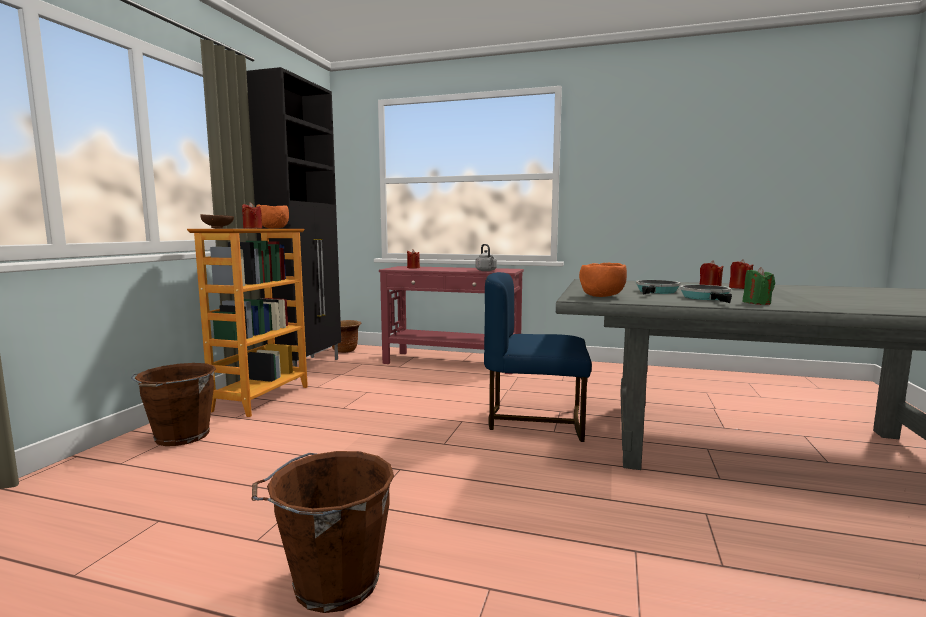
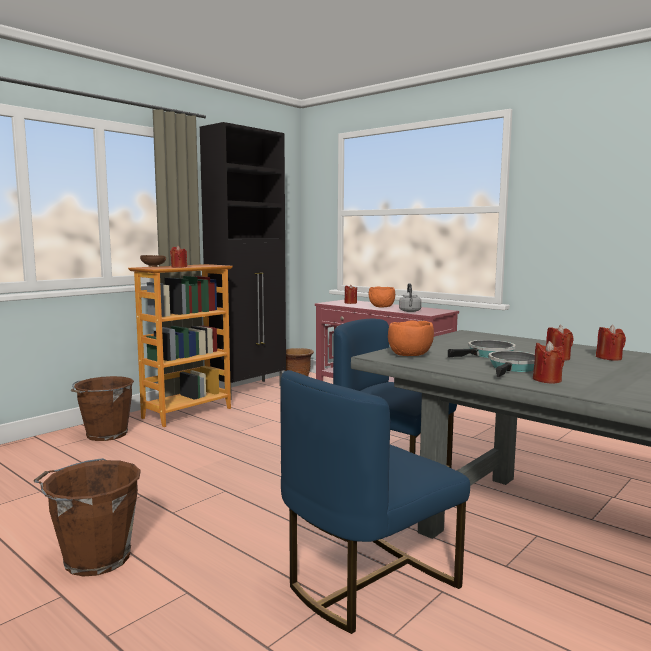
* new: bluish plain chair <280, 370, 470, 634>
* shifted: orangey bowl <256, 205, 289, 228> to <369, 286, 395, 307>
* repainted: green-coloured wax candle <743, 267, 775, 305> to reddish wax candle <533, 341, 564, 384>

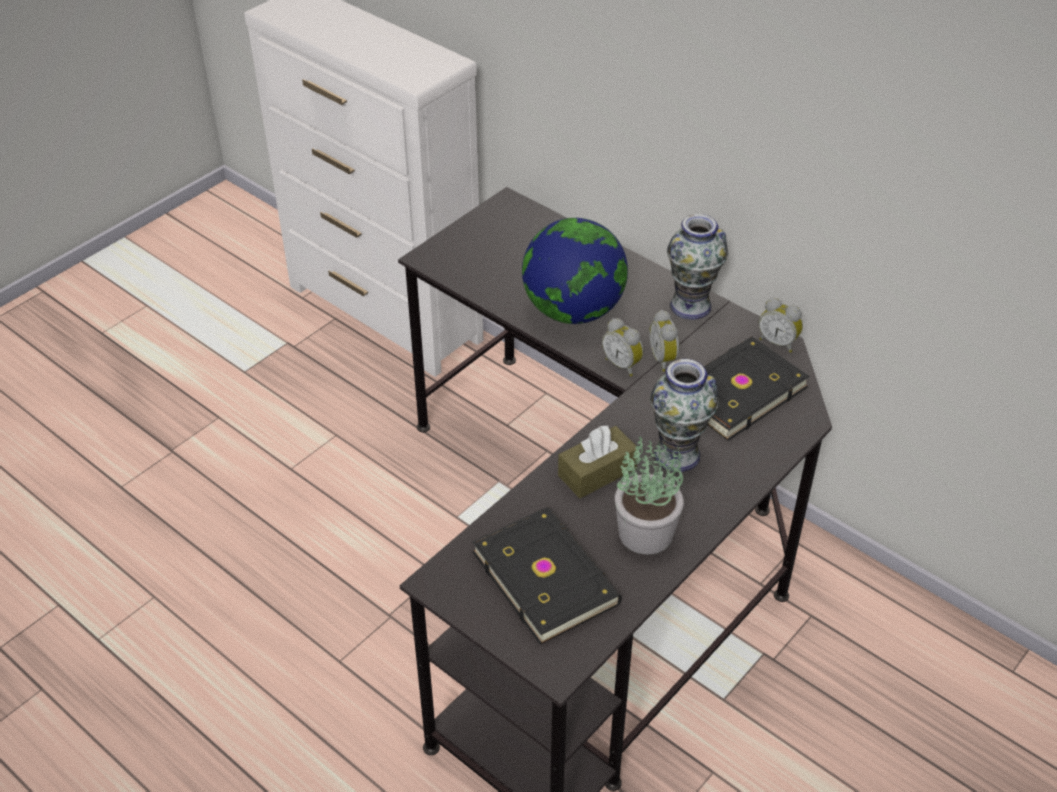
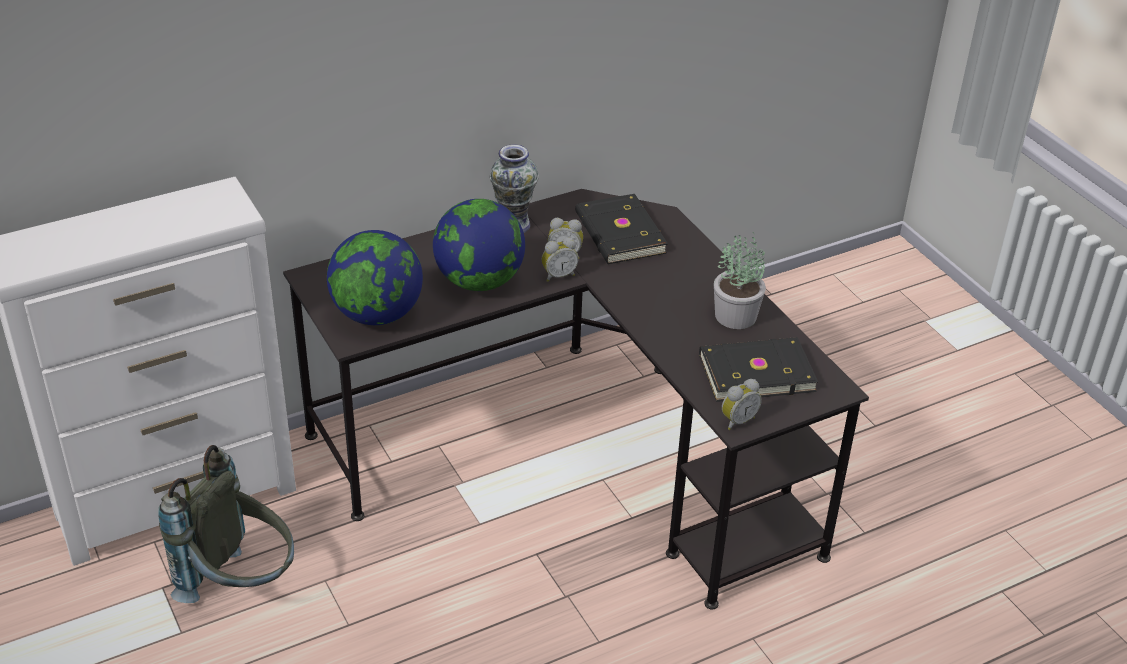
* gone: brown-coloured box of tissues <558, 425, 637, 498>
* gone: decorative vase <650, 359, 719, 472>
* new: grey knapsack <158, 445, 294, 603>
* new: desk globe <327, 230, 423, 325>
* shifted: table clock <759, 298, 803, 353> to <722, 379, 762, 430>

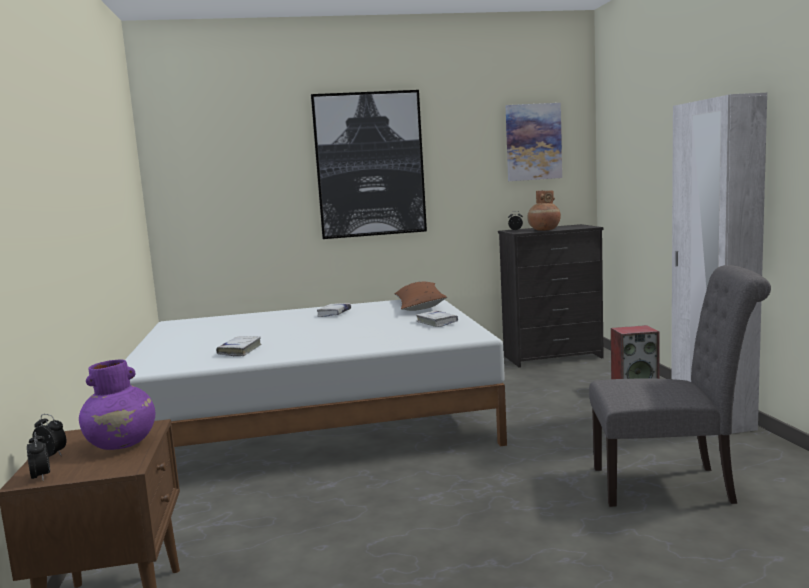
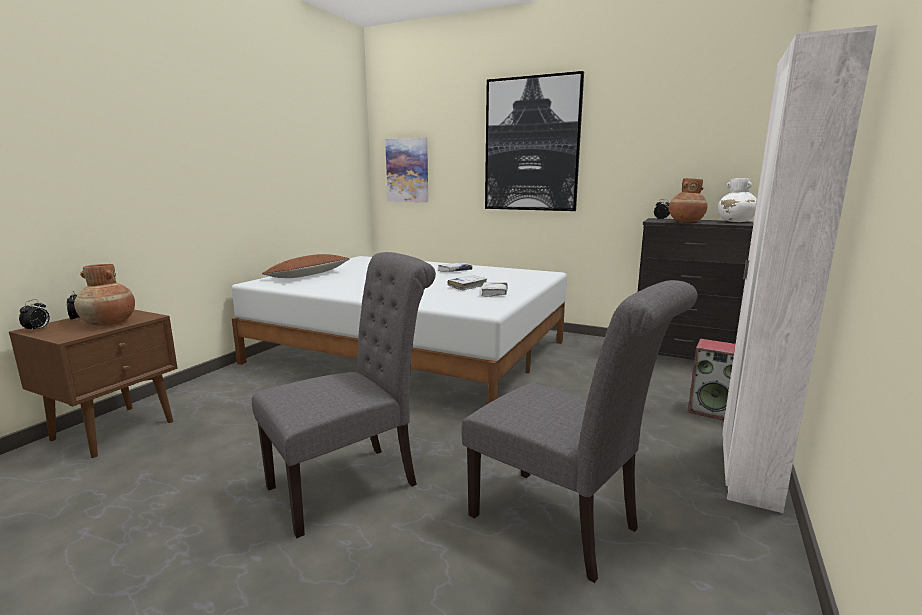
* new: grey plain chair <252, 252, 436, 538>
* new: white-coloured decorative vase <718, 178, 757, 222>
* shifted: white-coloured volume <216, 336, 262, 356> to <448, 275, 487, 291>
* shifted: brown-coloured cushion <395, 282, 447, 311> to <262, 254, 350, 278>
* shifted: wall picture <506, 103, 562, 181> to <385, 137, 428, 202>
* repainted: purple decorative vase <79, 359, 155, 450> to brown-coloured decorative vase <74, 264, 135, 326>

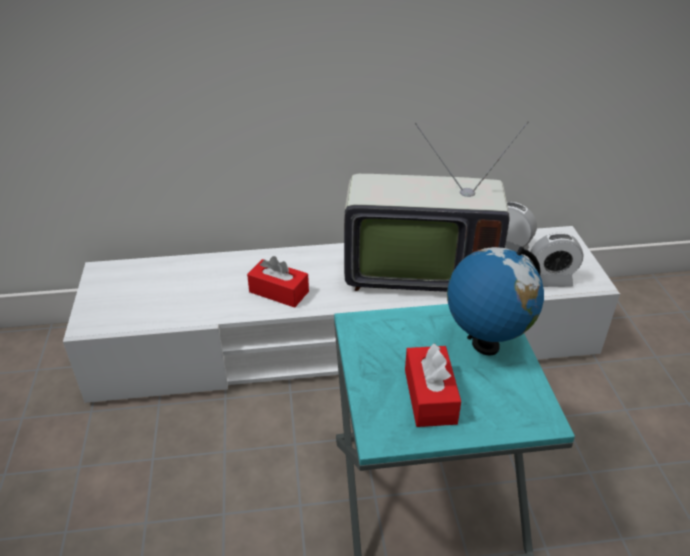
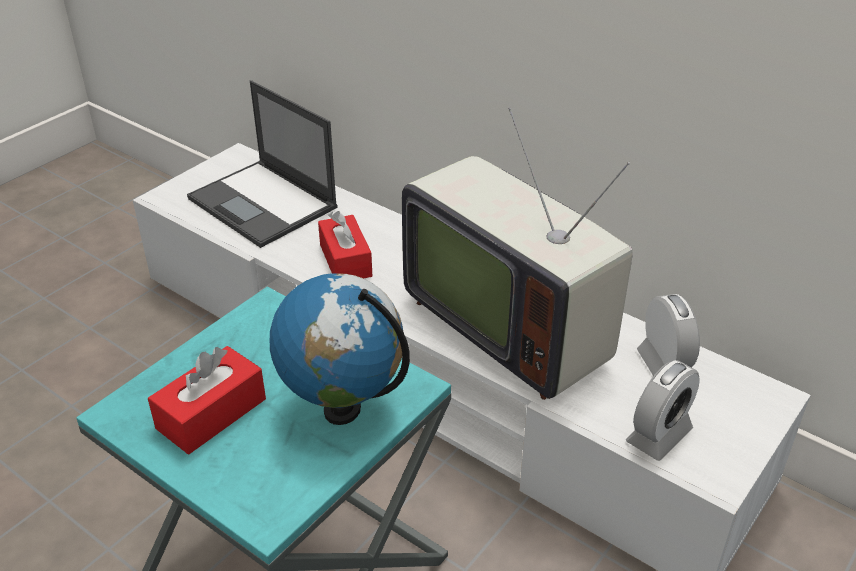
* new: portable computer <187, 80, 338, 248>
* rotated: table clock <529, 233, 584, 287> = <626, 360, 700, 461> 90 degrees counterclockwise

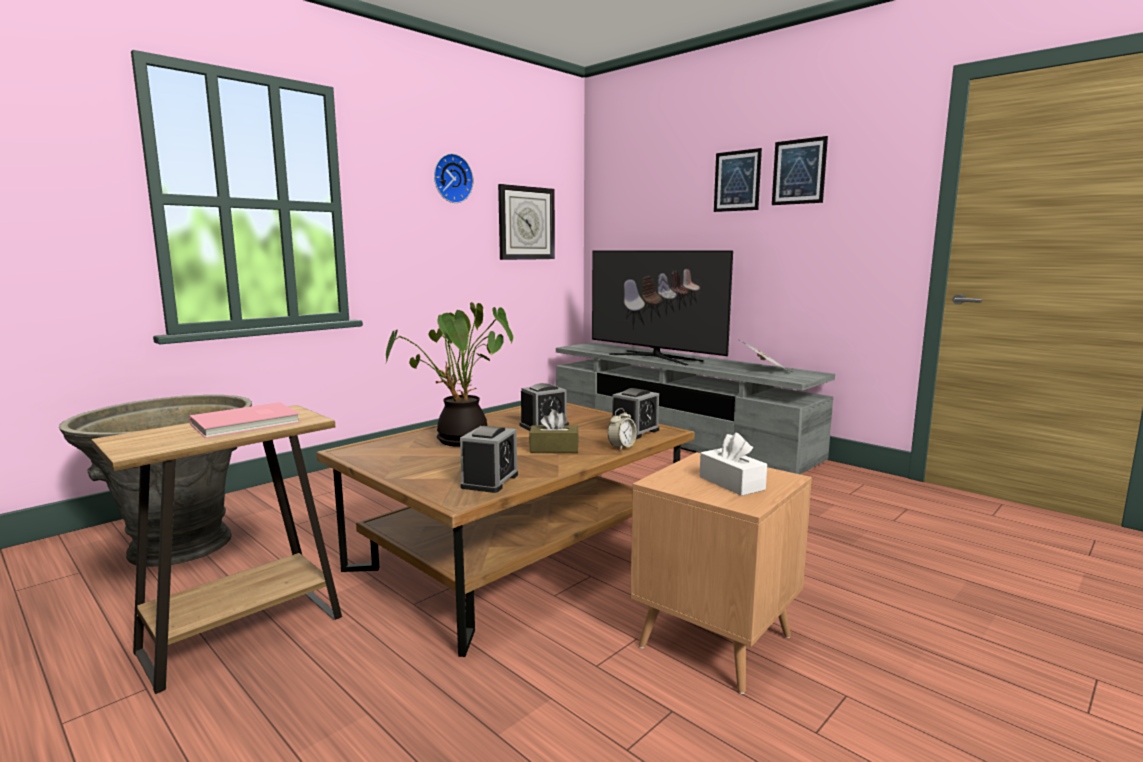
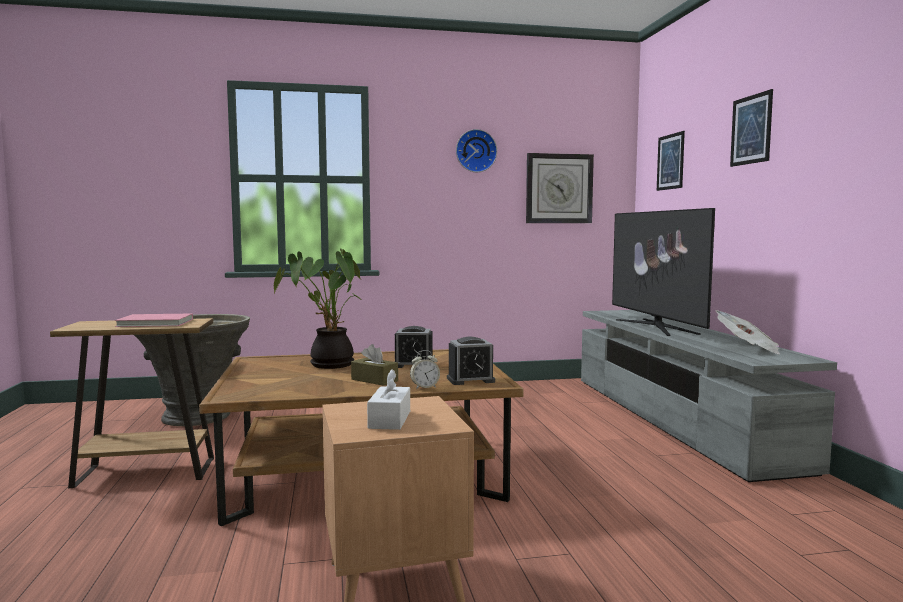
* gone: table clock <460, 426, 518, 493>
* shifted: wall picture <772, 136, 828, 205> to <657, 131, 685, 191>

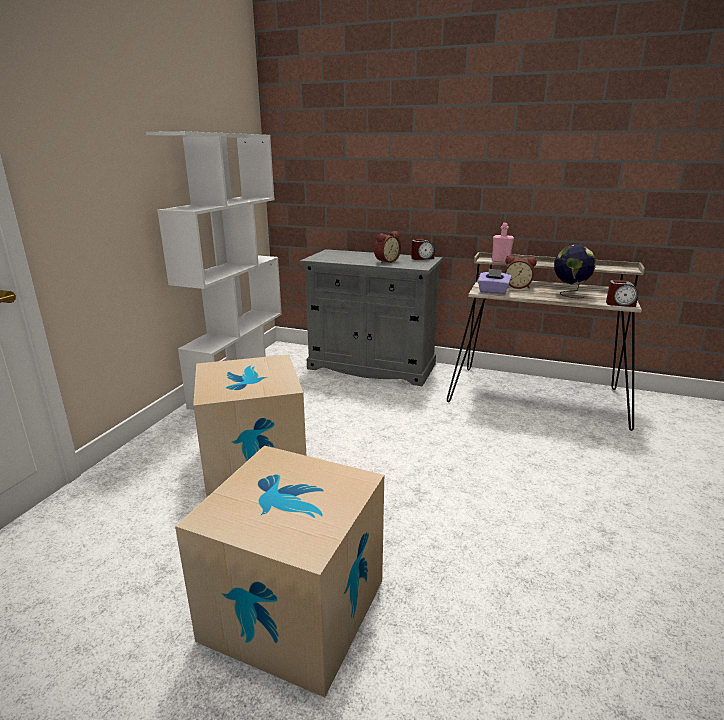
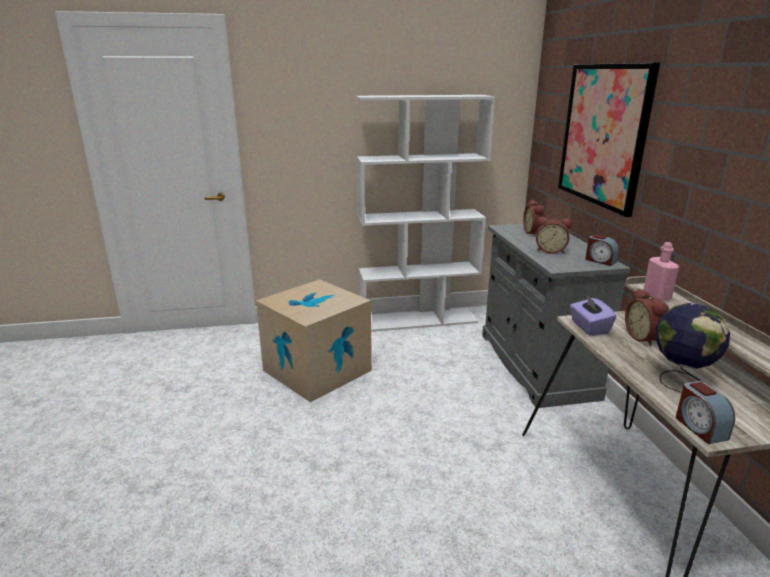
* gone: carton <175, 445, 384, 697>
* new: table clock <523, 200, 546, 237>
* new: wall picture <558, 63, 660, 217>

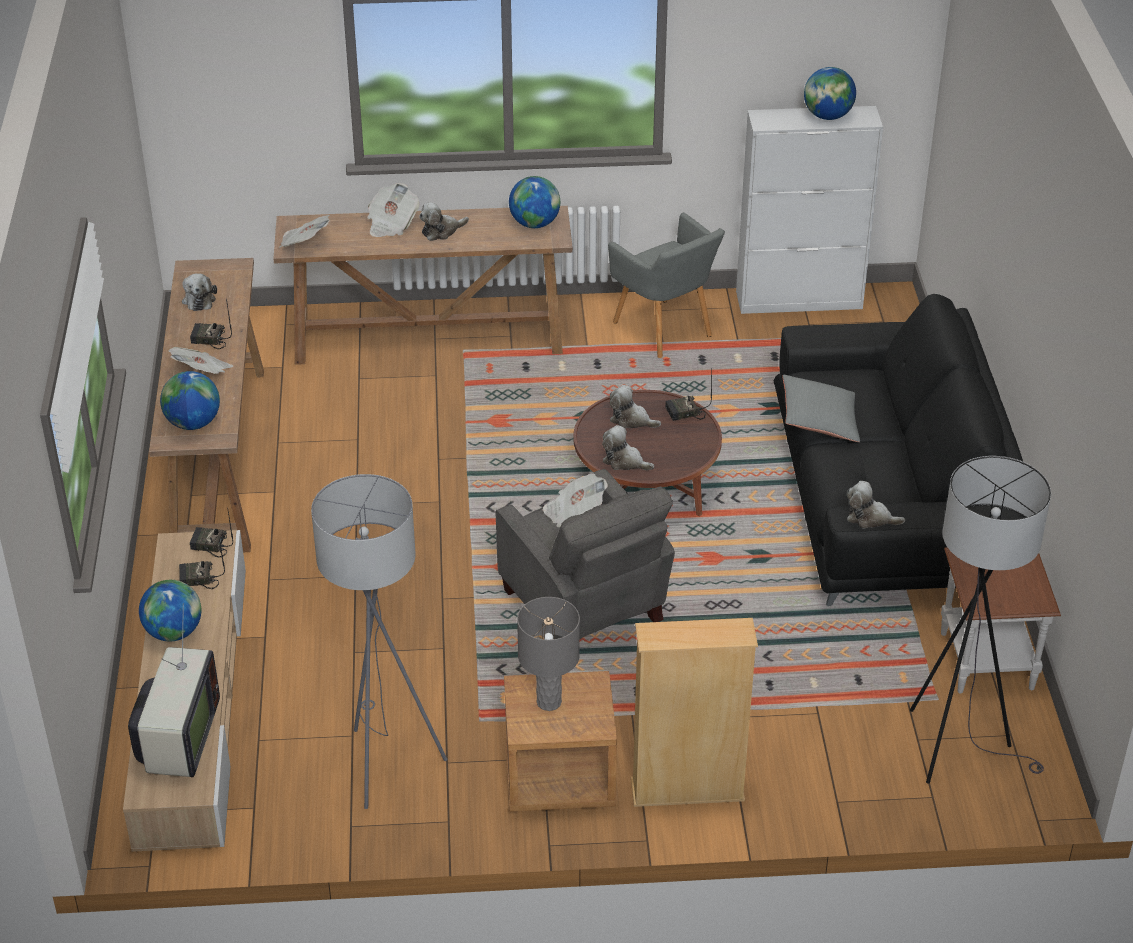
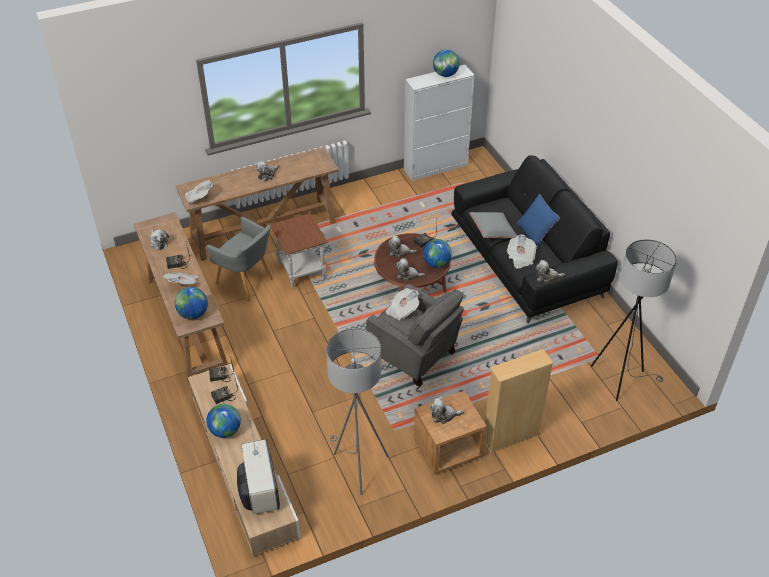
* new: bluish cushion <516, 194, 560, 246>
* shifted: newspaper <367, 183, 419, 237> to <507, 234, 537, 269>
* shifted: desk globe <509, 176, 560, 228> to <423, 239, 452, 268>
* shifted: grey armchair <608, 213, 725, 358> to <207, 216, 273, 301>
* shifted: brown-coloured side table <941, 547, 1061, 694> to <270, 213, 328, 289>
* swapped: grey lamp for a table <517, 597, 580, 711> to soft toy <430, 398, 464, 424>

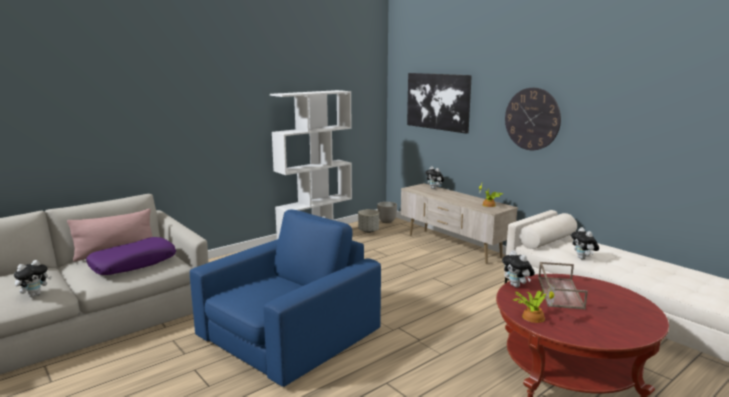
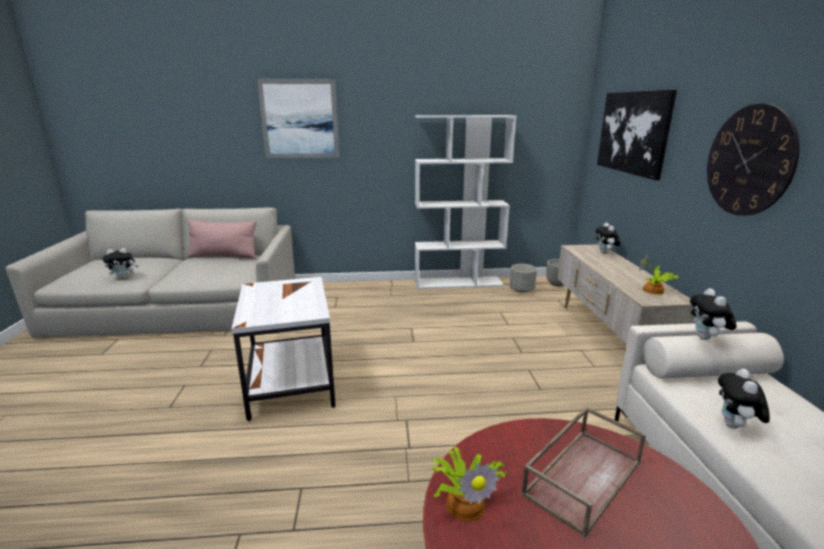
* gone: purple cushion <86, 237, 176, 275>
* new: wall picture <257, 79, 339, 158>
* shifted: soft toy <502, 250, 535, 288> to <690, 288, 737, 340>
* swapped: bluish armchair <190, 210, 381, 387> to white-coloured side table <232, 277, 335, 421>

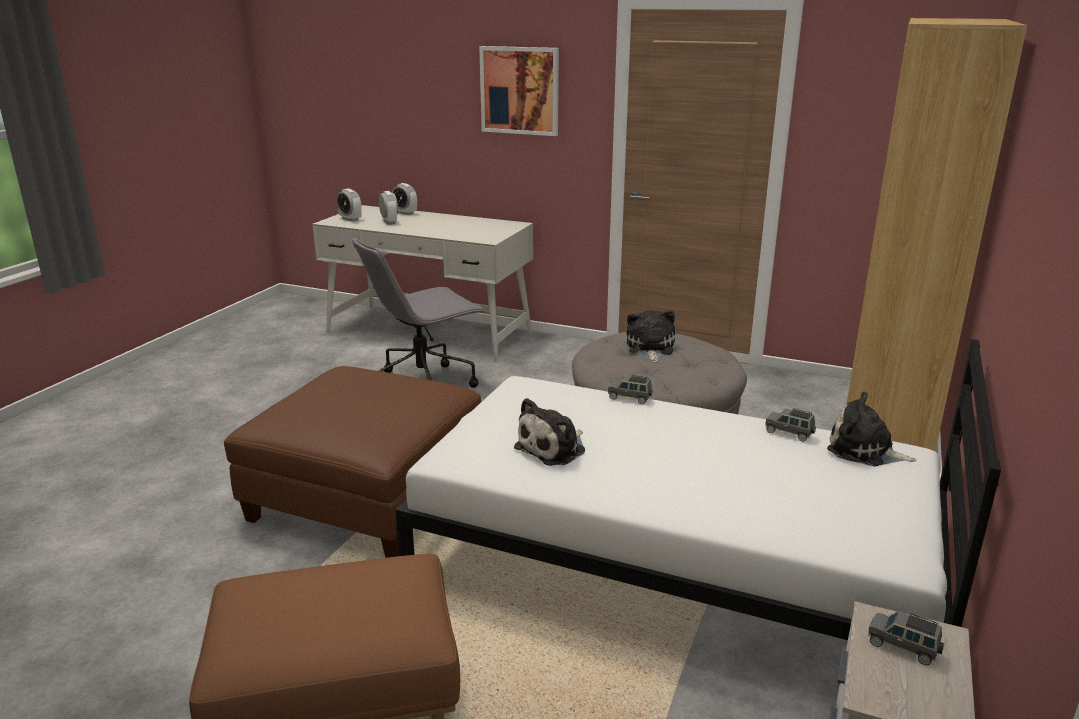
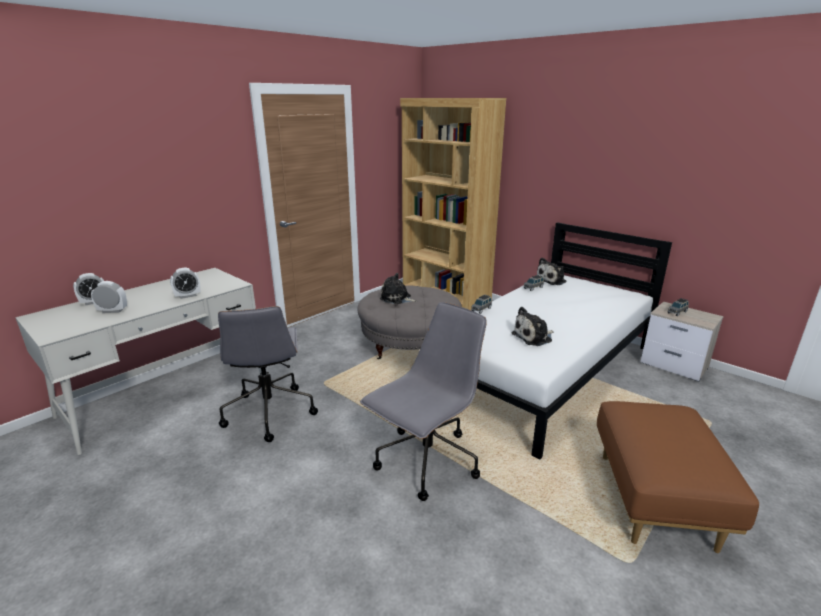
* gone: wall picture <479, 46, 559, 136>
* shifted: table clock <337, 189, 361, 222> to <170, 267, 201, 299>
* swapped: brown-coloured ottoman <224, 366, 481, 558> to grey computer chair <360, 302, 487, 501>
* rotated: soft toy <514, 398, 585, 466> = <511, 307, 553, 346> 90 degrees clockwise

